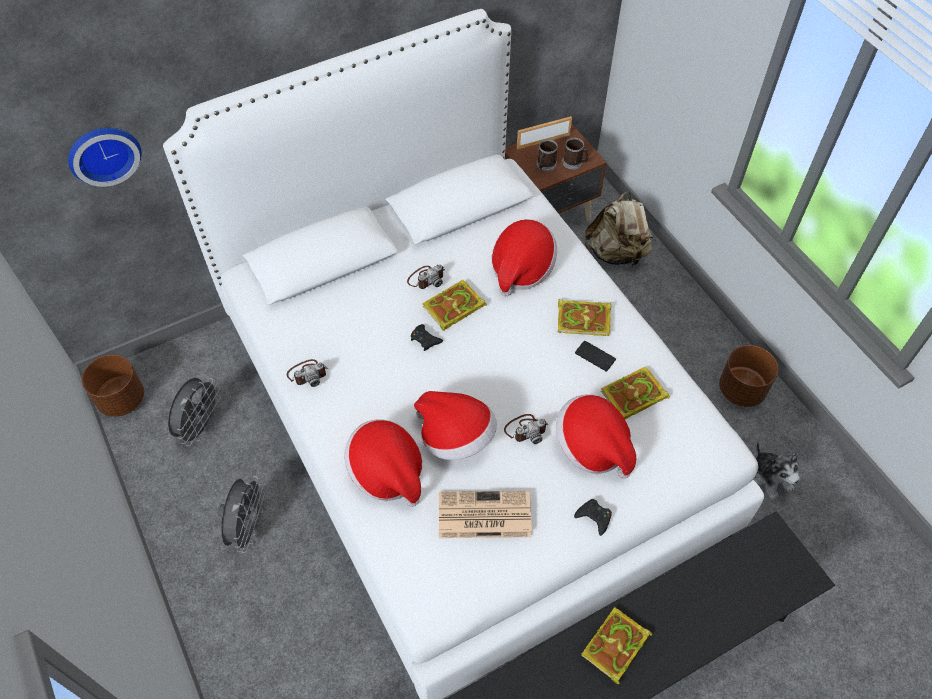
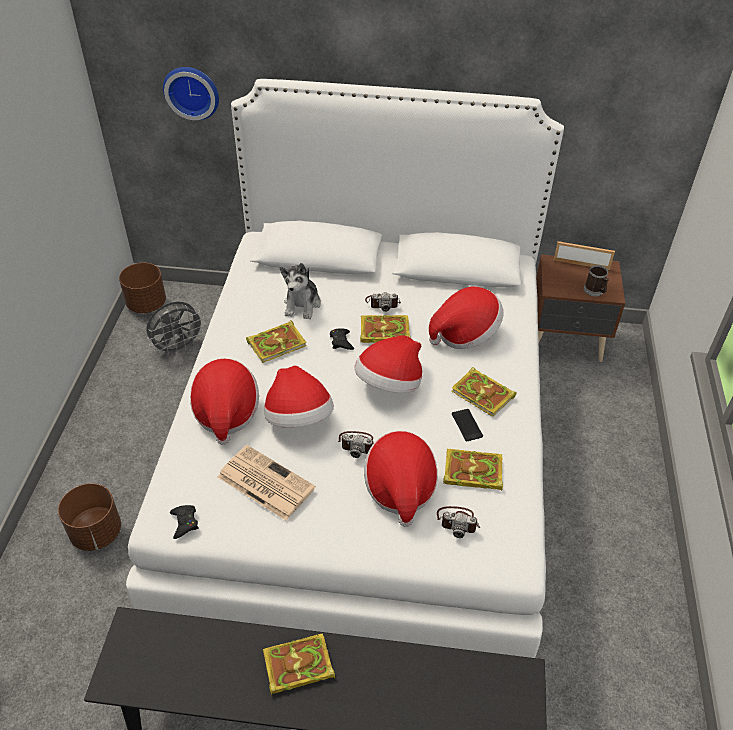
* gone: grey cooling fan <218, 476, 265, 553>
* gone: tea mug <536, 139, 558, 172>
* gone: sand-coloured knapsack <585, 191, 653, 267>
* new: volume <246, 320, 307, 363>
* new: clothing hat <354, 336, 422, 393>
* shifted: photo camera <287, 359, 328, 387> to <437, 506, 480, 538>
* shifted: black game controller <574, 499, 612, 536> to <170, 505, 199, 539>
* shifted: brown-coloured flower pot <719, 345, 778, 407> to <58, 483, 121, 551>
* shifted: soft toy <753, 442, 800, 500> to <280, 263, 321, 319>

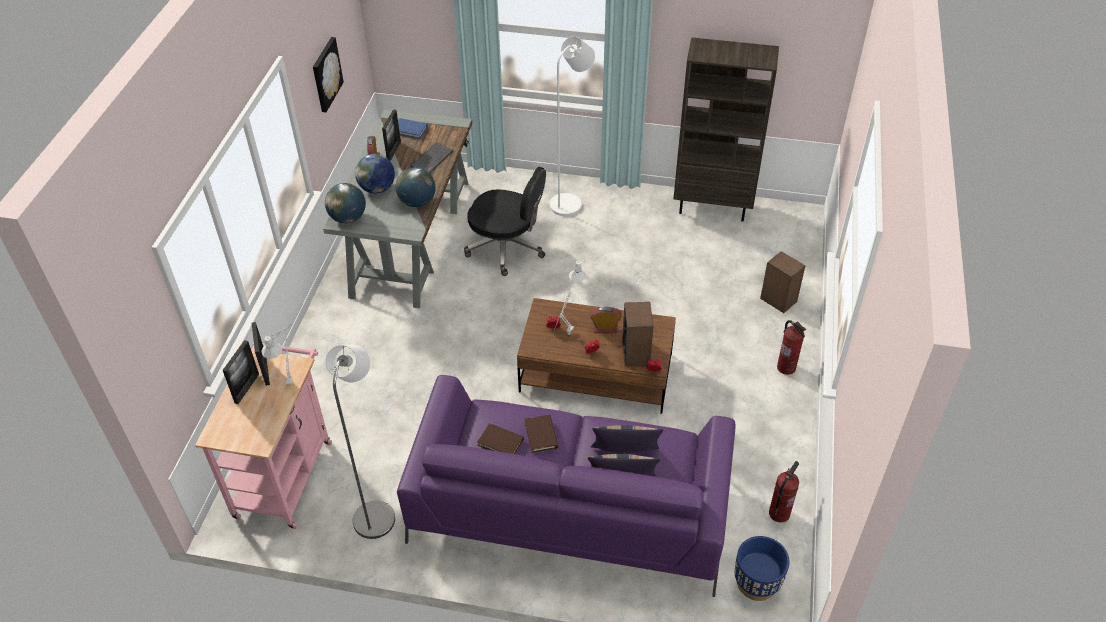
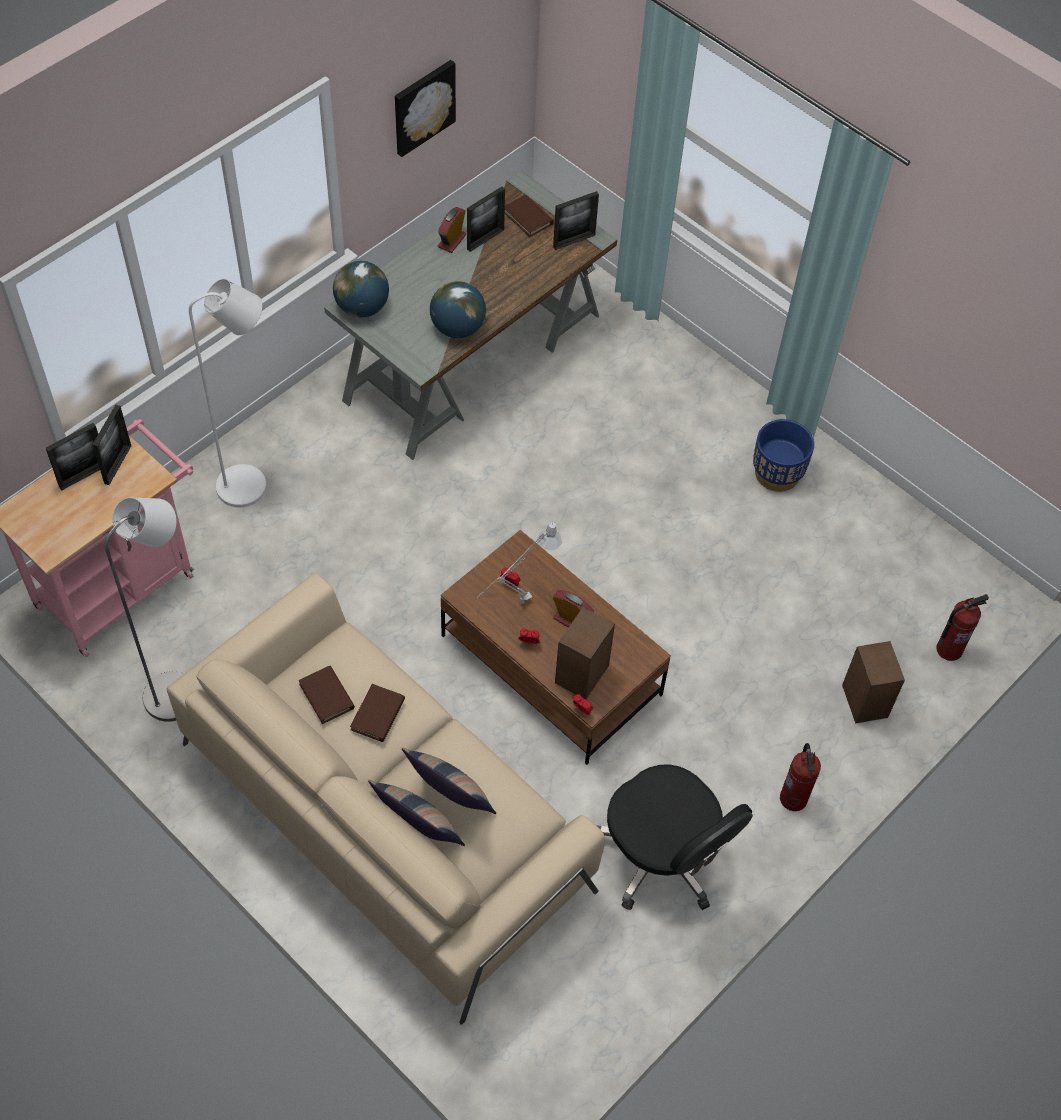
* gone: grey lamp for a table <261, 323, 293, 384>
* gone: desk globe <355, 154, 395, 193>
* gone: PC keyboard <411, 142, 453, 173>
* gone: brown-coloured bookcase <673, 37, 779, 222>
* new: standing frame <553, 191, 599, 250>
* shifted: black computer chair <464, 167, 546, 276> to <596, 764, 753, 910>
* shifted: white-coloured floor lamp <550, 36, 595, 216> to <189, 279, 266, 507>
* shifted: bluish flower pot <735, 536, 790, 601> to <753, 419, 814, 492>
* shifted: fire extinguisher <769, 461, 799, 523> to <936, 594, 989, 661>
* repainted: purple settee <397, 375, 735, 597> to sand-coloured settee <167, 573, 605, 1025>
* repainted: bluish volume <398, 118, 428, 139> to brown-coloured volume <505, 194, 554, 237>

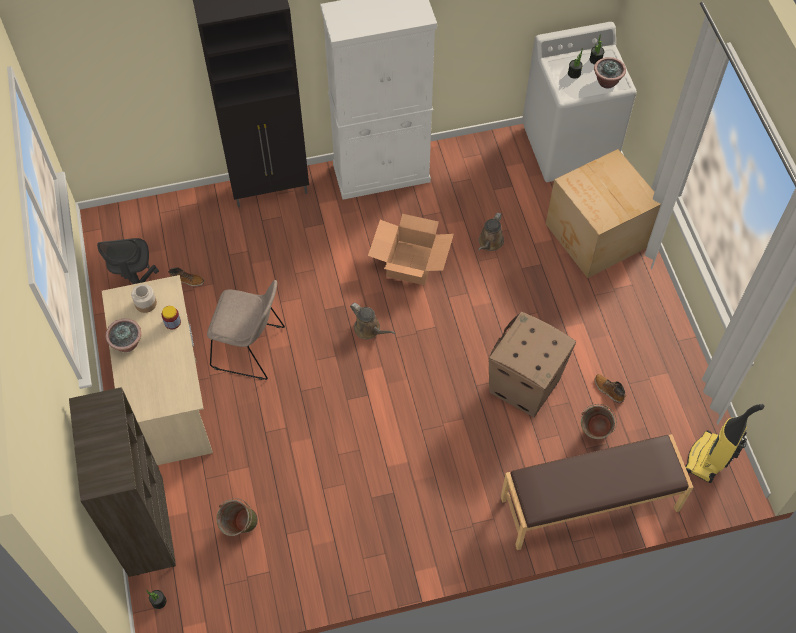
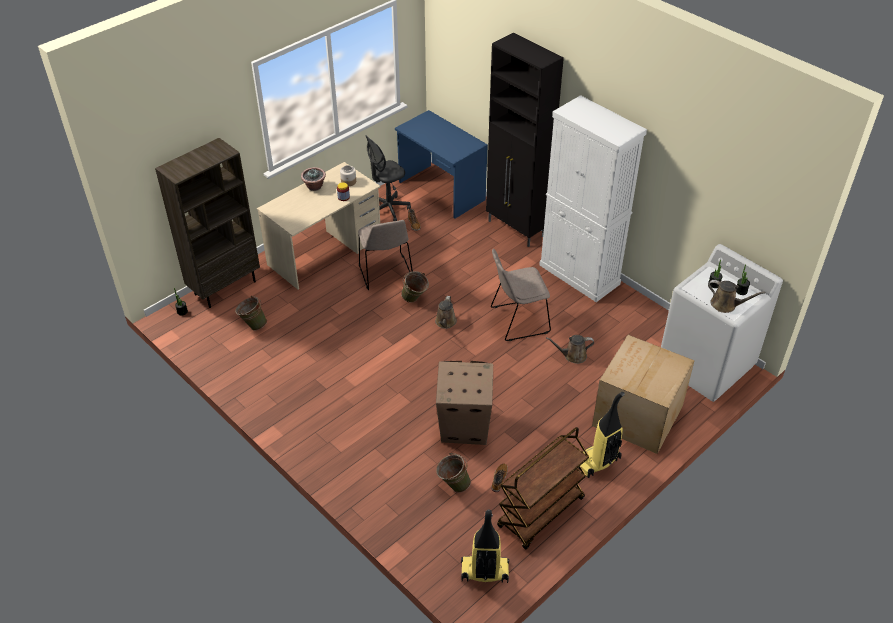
* gone: brown-coloured bench <501, 434, 694, 550>
* new: bluish desk table <395, 110, 488, 219>
* new: green-coloured pail <401, 271, 429, 303>
* new: brown-coloured wheeled cart <497, 427, 590, 550>
* new: hoover <578, 392, 625, 478>
* swapped: carton <368, 214, 454, 285> to sand-coloured plain chair <491, 249, 551, 341>
* swapped: houseplant <594, 57, 626, 88> to brown-coloured watering can <708, 280, 766, 313>

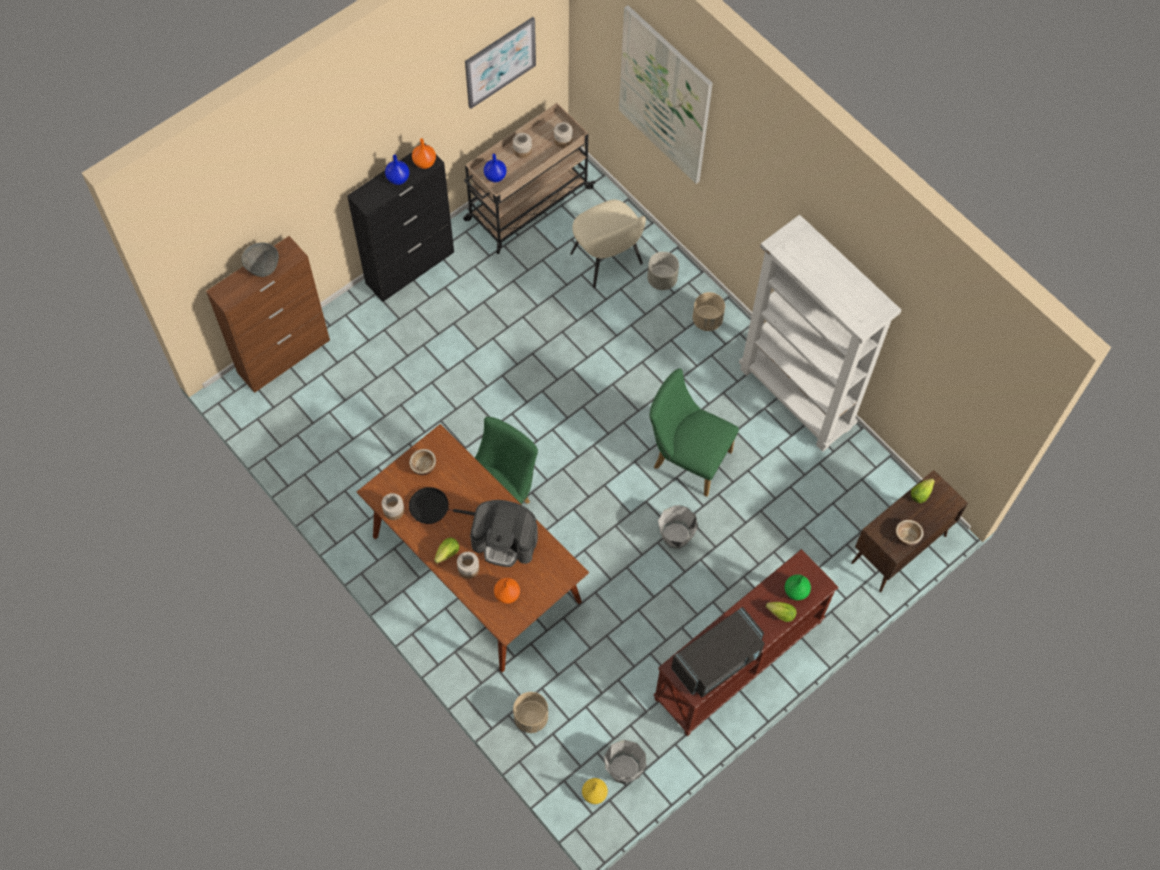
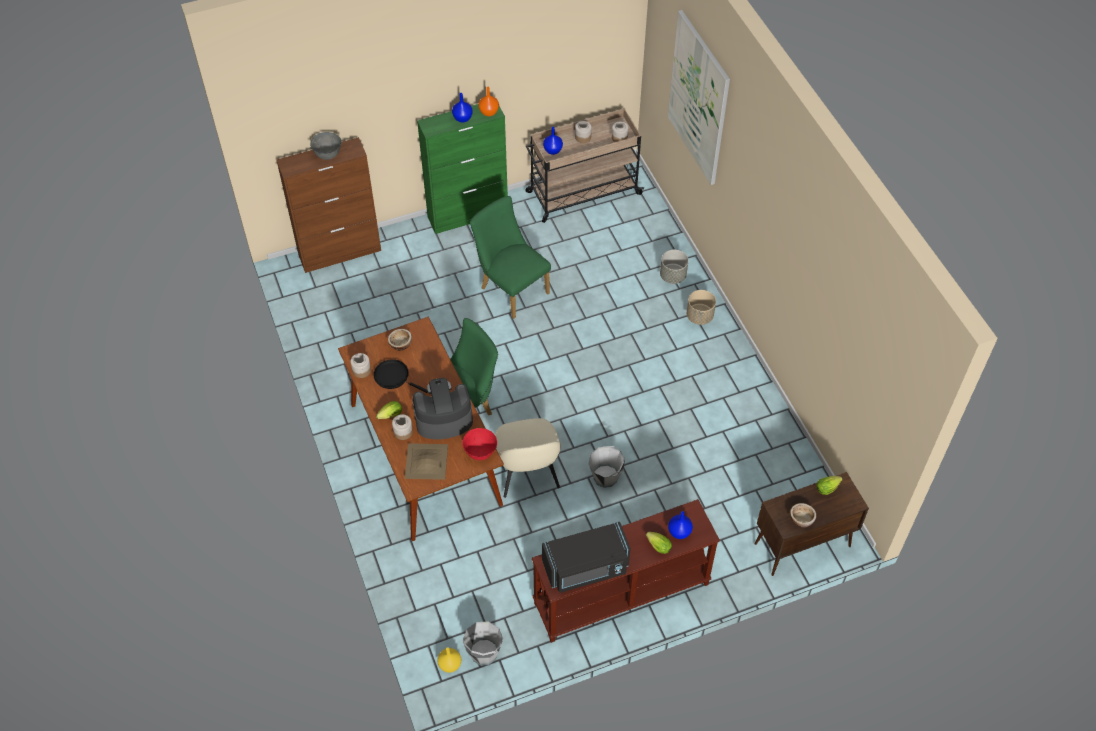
* gone: wall picture <465, 17, 536, 109>
* gone: sand-coloured flower pot <513, 692, 548, 733>
* gone: white-coloured bookcase <739, 215, 901, 452>
* new: reddish bowl <462, 428, 497, 460>
* shifted: sand-coloured plain chair <570, 200, 646, 288> to <495, 418, 561, 498>
* shifted: green-coloured plain chair <649, 368, 739, 497> to <470, 196, 551, 319>
* swapped: orangey decorative vase <494, 578, 520, 604> to sand-coloured carrying tray <405, 443, 448, 480>
* repainted: black cupboard <347, 143, 454, 302> to green-coloured cupboard <417, 104, 508, 234>
* repainted: green-coloured decorative vase <785, 574, 811, 601> to bluish decorative vase <668, 511, 693, 539>
* rotated: coffee machine <470, 500, 538, 567> = <412, 378, 473, 440> 135 degrees clockwise

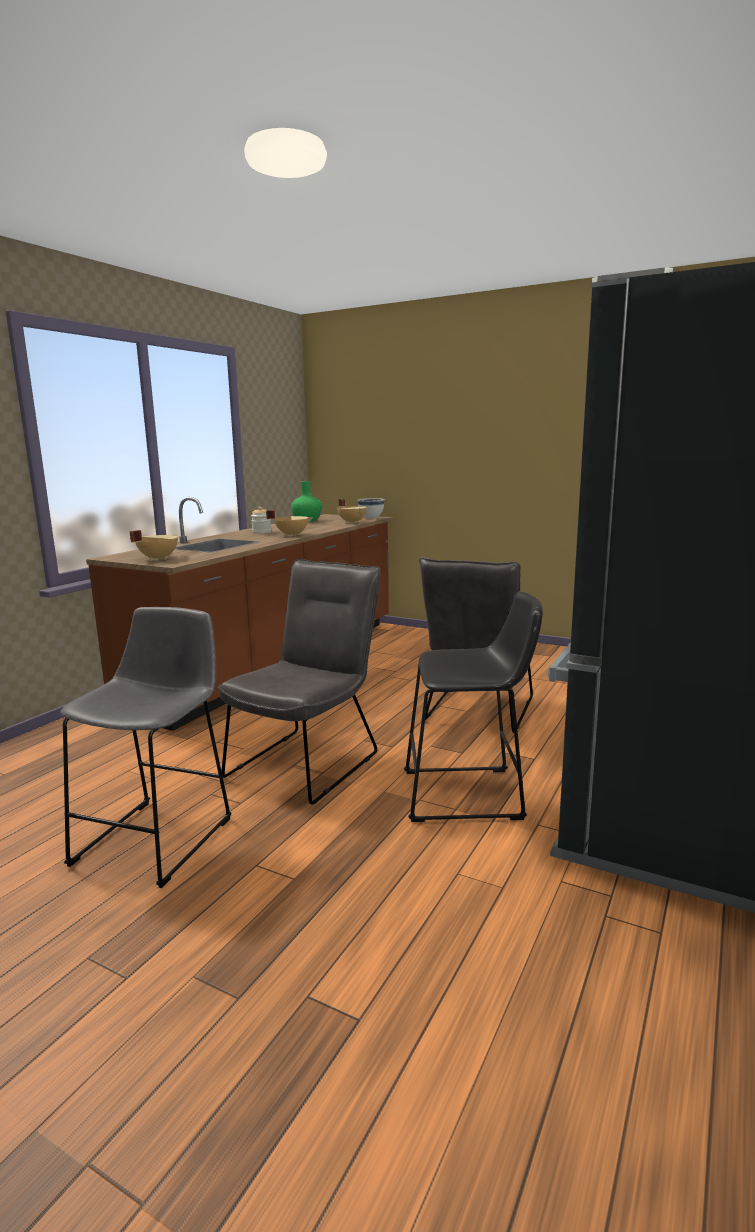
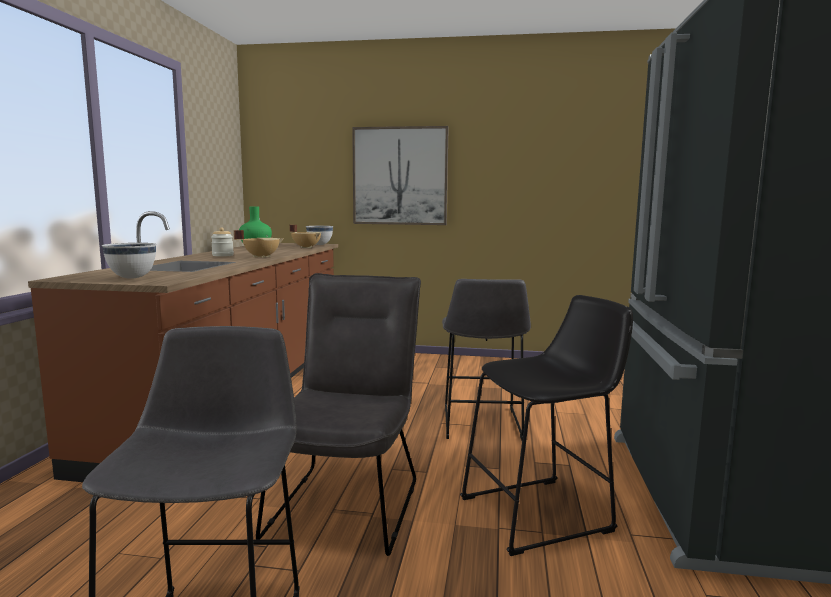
* new: wall picture <352, 126, 449, 225>
* swapped: sand-coloured stockpot <130, 530, 178, 560> to white-coloured bowl <102, 243, 156, 279>
* swapped: grey plain chair <419, 557, 533, 733> to grey sitting stool <442, 279, 531, 440>

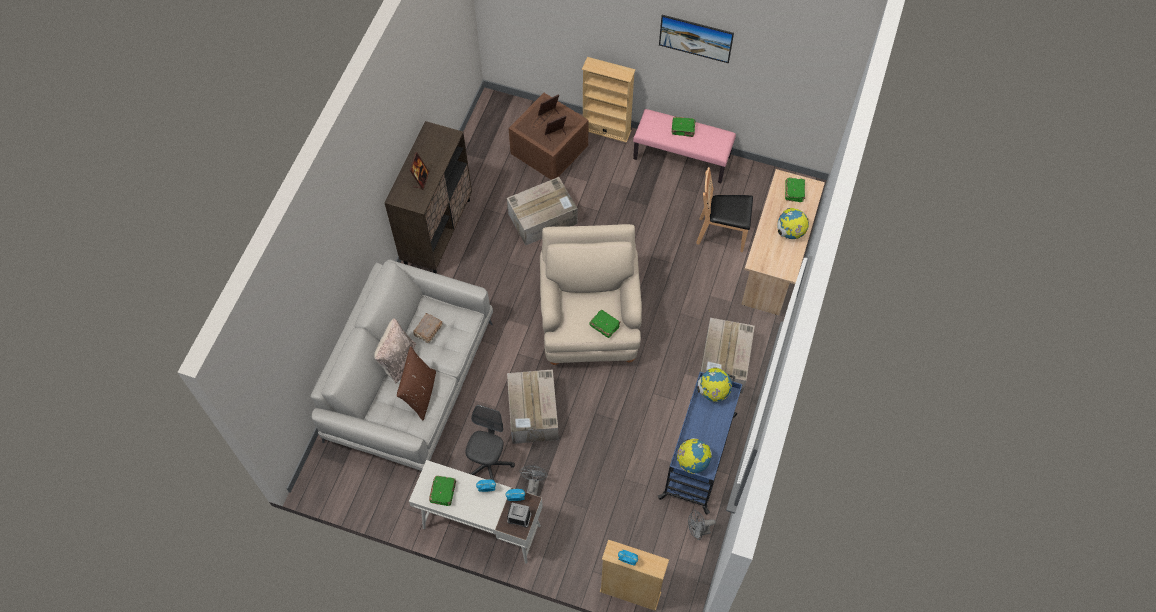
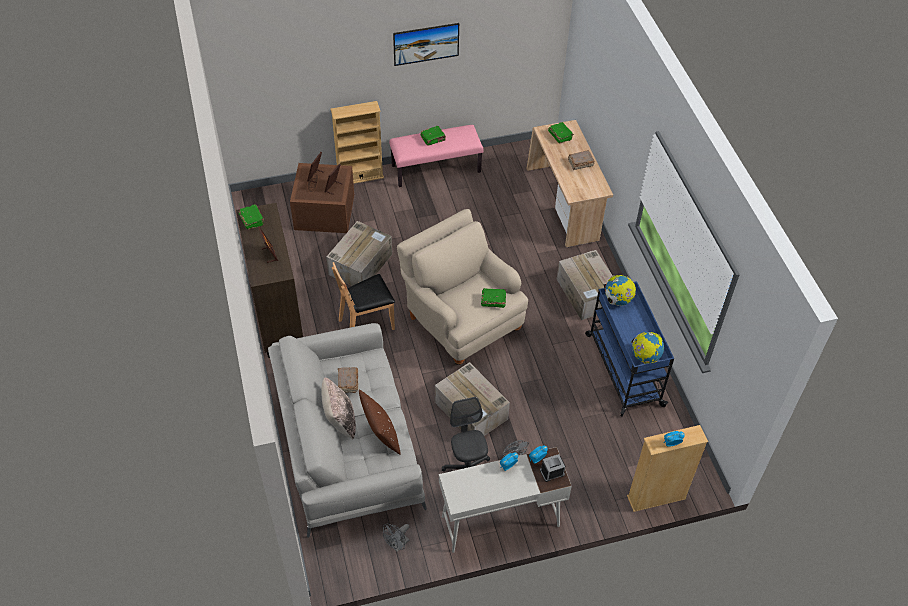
* shifted: green-coloured volume <429, 476, 456, 506> to <239, 204, 264, 230>
* shifted: grey cooling fan <688, 509, 716, 540> to <383, 524, 409, 552>
* shifted: brown-coloured plain chair <697, 167, 753, 252> to <332, 262, 395, 330>
* swapped: desk globe <777, 208, 809, 239> to brown-coloured volume <568, 150, 595, 170>

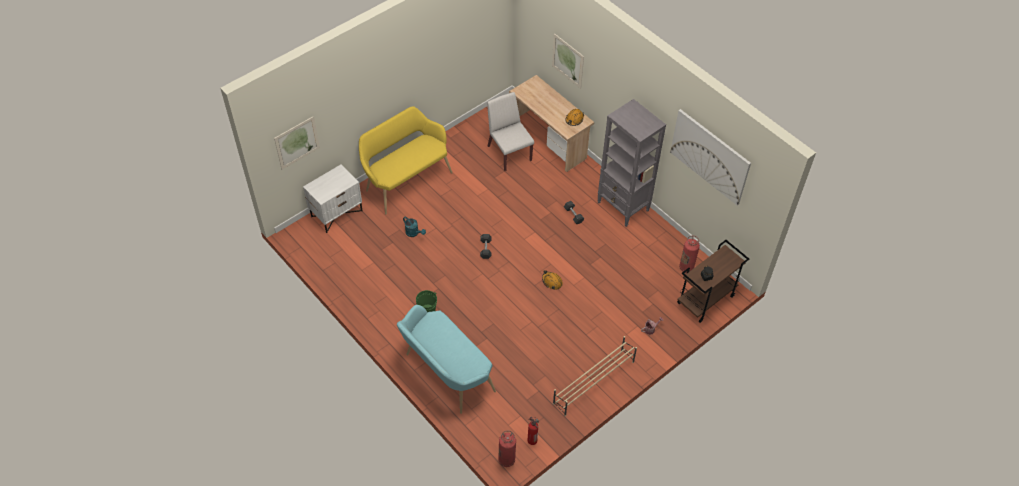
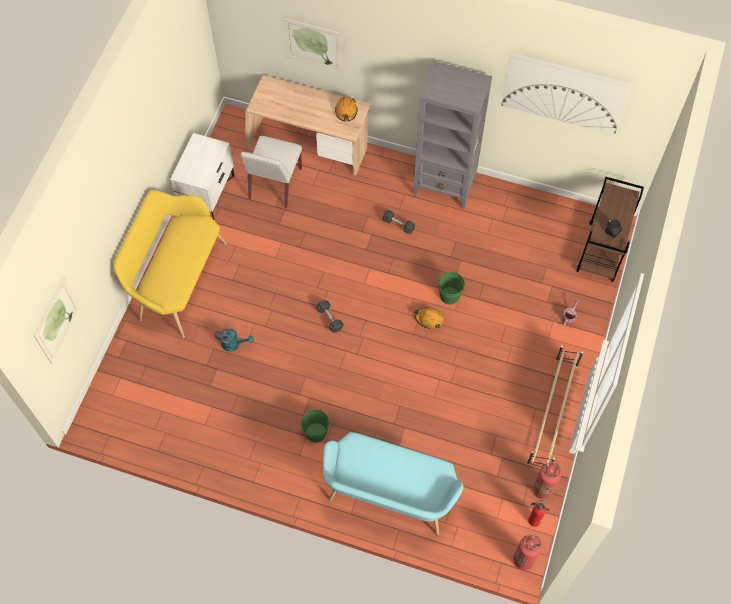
* new: green-coloured pail <438, 272, 465, 305>
* shifted: white-coloured bedside table <303, 164, 363, 233> to <171, 133, 234, 220>
* shifted: fire extinguisher <679, 236, 700, 273> to <533, 461, 561, 500>
* rotated: white-coloured plain chair <487, 92, 534, 171> = <241, 136, 302, 208> 105 degrees counterclockwise

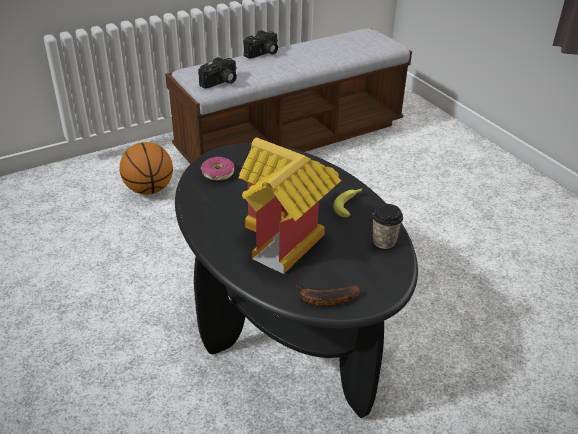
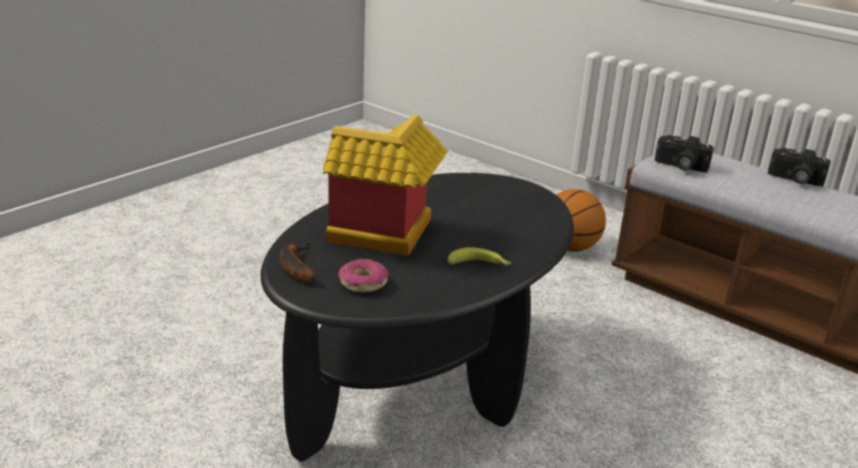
* gone: cup <372, 204, 403, 249>
* shifted: donut <201, 157, 234, 180> to <338, 259, 389, 292>

